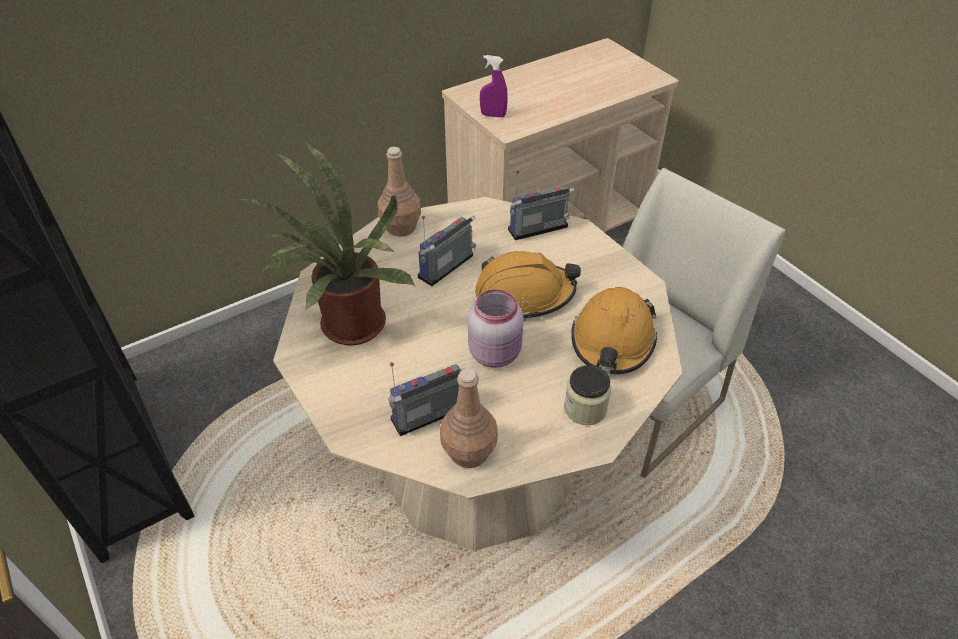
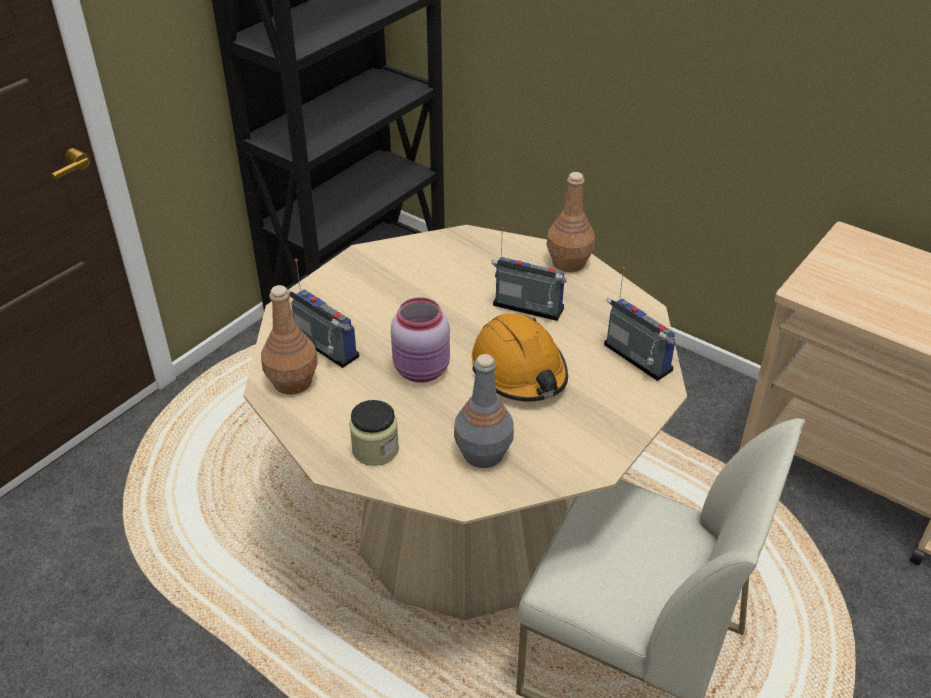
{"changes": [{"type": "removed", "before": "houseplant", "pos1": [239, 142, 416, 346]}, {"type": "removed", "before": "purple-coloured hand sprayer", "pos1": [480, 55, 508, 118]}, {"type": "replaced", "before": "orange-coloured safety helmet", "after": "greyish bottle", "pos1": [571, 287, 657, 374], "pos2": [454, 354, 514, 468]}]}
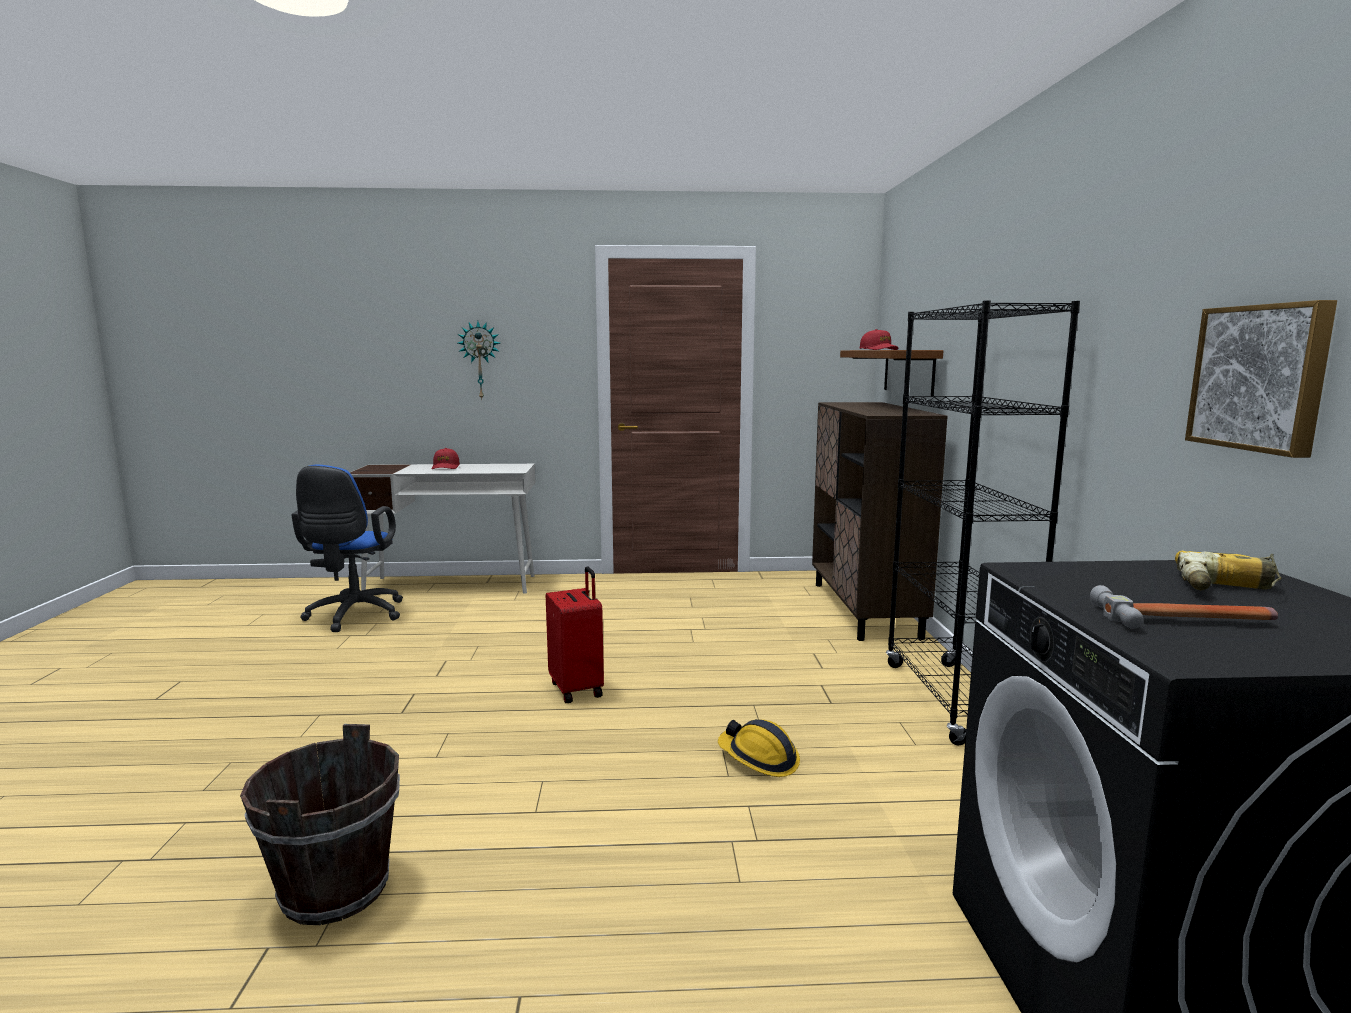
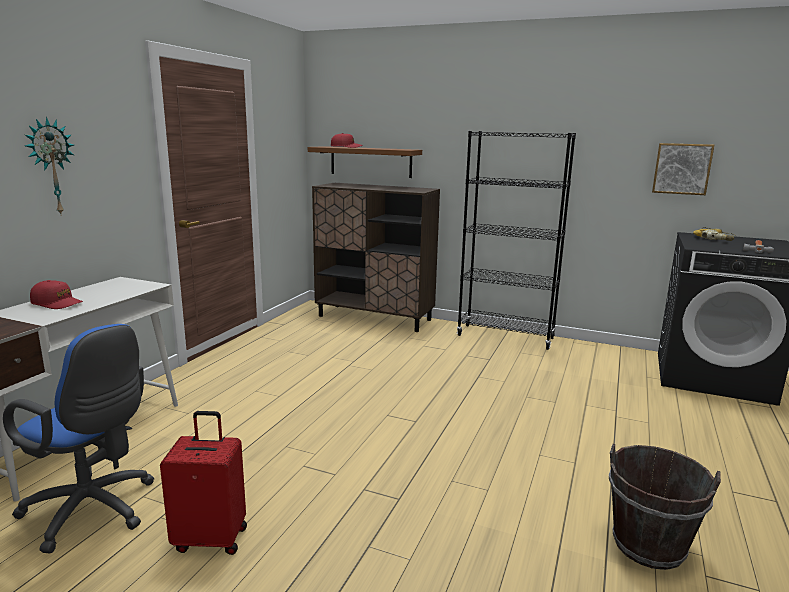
{"changes": [{"type": "removed", "before": "safety helmet", "pos1": [718, 719, 800, 777]}, {"type": "moved", "before": "reddish piece of luggage", "pos1": [546, 566, 604, 703], "pos2": [160, 411, 247, 555]}]}
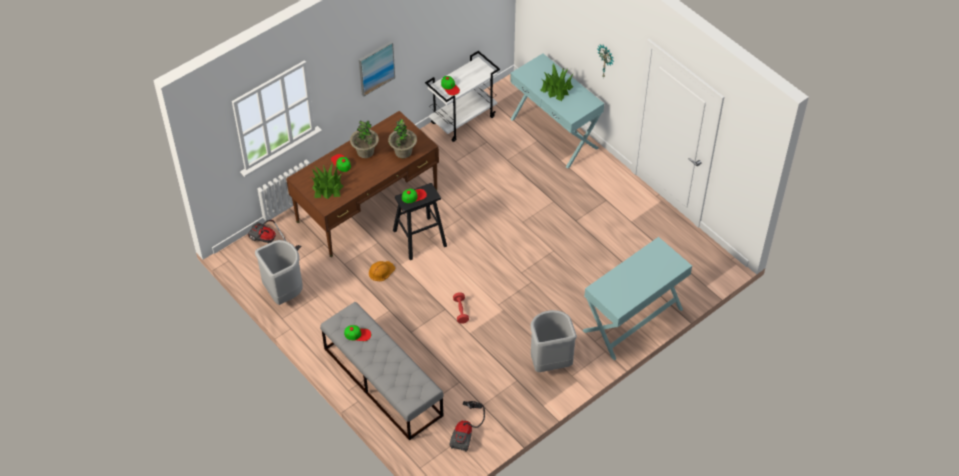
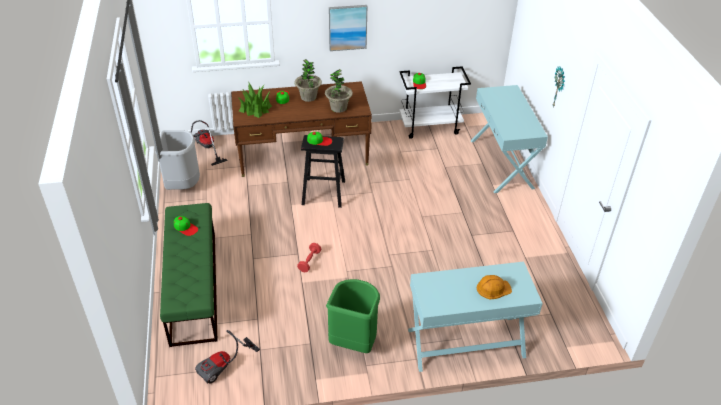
{"changes": [{"type": "removed", "before": "houseplant", "pos1": [540, 63, 573, 101]}, {"type": "moved", "before": "orange-coloured safety helmet", "pos1": [369, 261, 395, 281], "pos2": [477, 275, 512, 300]}, {"type": "recoloured", "before": "greyish long seat", "after": "green long seat", "pos1": [320, 302, 444, 440], "pos2": [160, 203, 218, 347]}, {"type": "recoloured", "before": "greyish rubbish bin", "after": "green rubbish bin", "pos1": [530, 310, 577, 372], "pos2": [326, 279, 380, 353]}]}
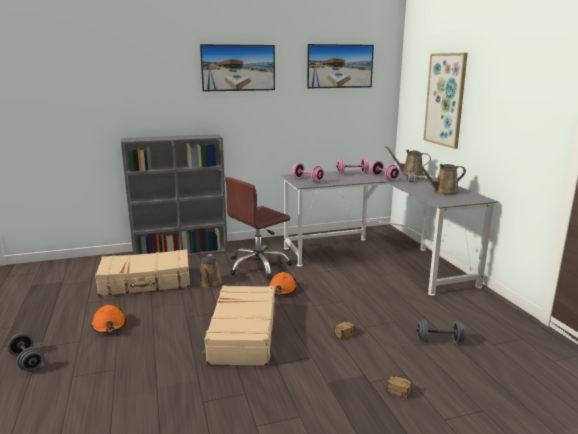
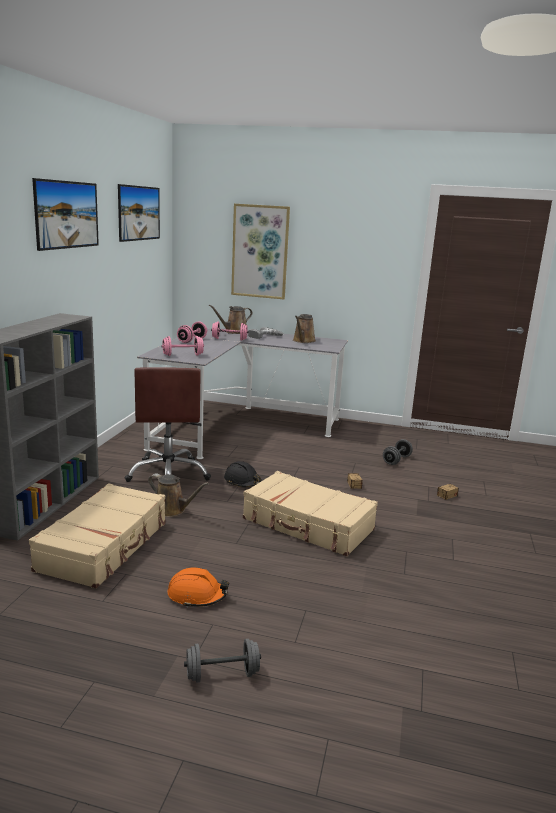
{"changes": [{"type": "recoloured", "before": "orange-coloured safety helmet", "after": "black-coloured safety helmet", "pos1": [268, 272, 297, 295], "pos2": [224, 461, 262, 487]}]}
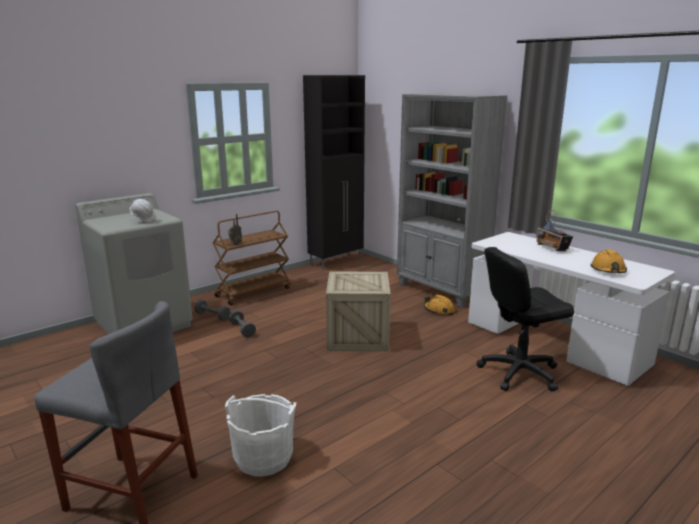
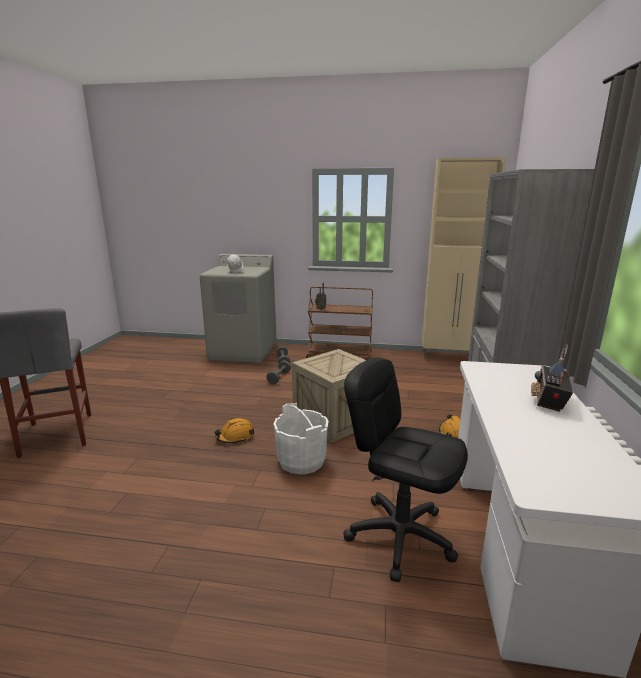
{"changes": [{"type": "moved", "before": "white-coloured bucket", "pos1": [225, 394, 296, 477], "pos2": [274, 403, 329, 475]}, {"type": "moved", "before": "orange-coloured safety helmet", "pos1": [590, 250, 627, 273], "pos2": [214, 418, 255, 443]}, {"type": "recoloured", "before": "black-coloured cupboard", "after": "sand-coloured cupboard", "pos1": [303, 75, 365, 270], "pos2": [422, 157, 506, 360]}]}
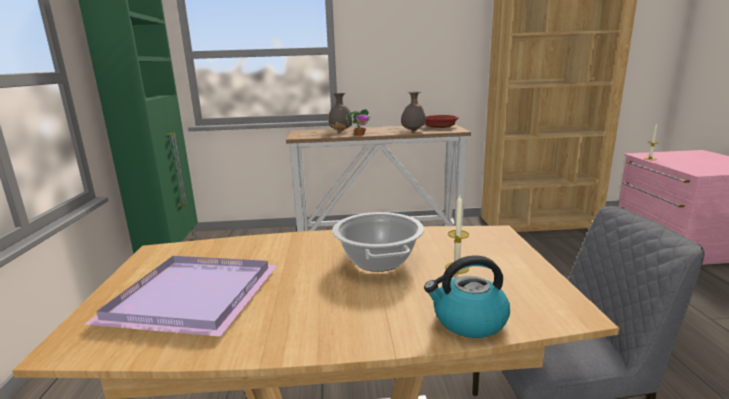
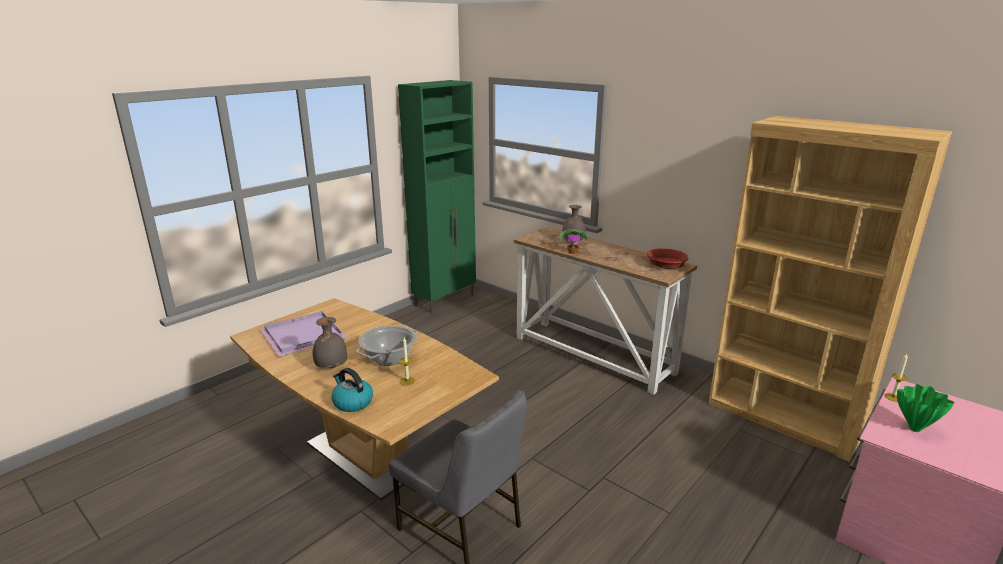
{"changes": [{"type": "added", "after": "green vase", "pos2": [897, 384, 955, 432]}, {"type": "moved", "before": "greyish vase", "pos1": [401, 92, 426, 131], "pos2": [312, 317, 347, 369]}]}
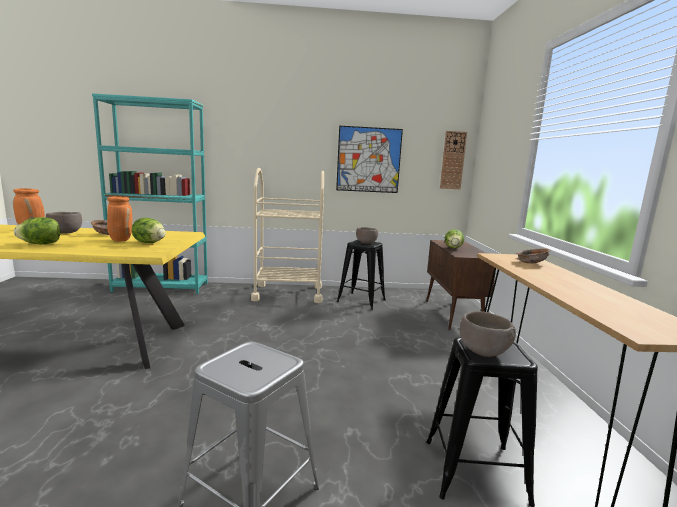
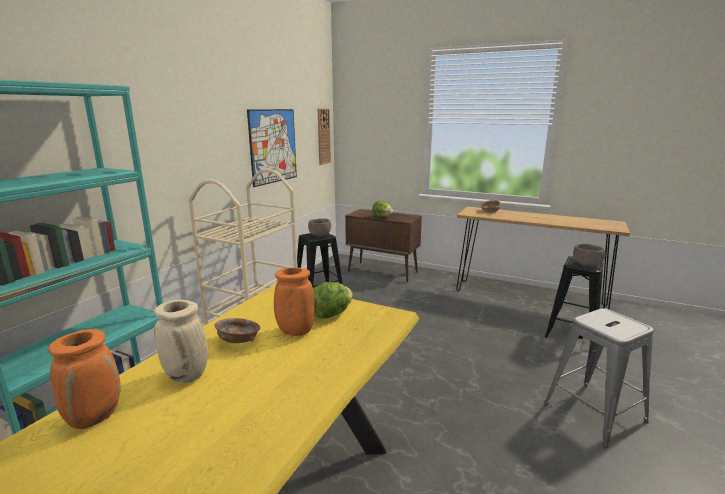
{"changes": [{"type": "removed", "before": "head of lettuce", "pos1": [14, 217, 60, 244]}, {"type": "replaced", "before": "brown-coloured bowl", "after": "sand-coloured vase", "pos1": [46, 212, 82, 234], "pos2": [154, 300, 208, 383]}]}
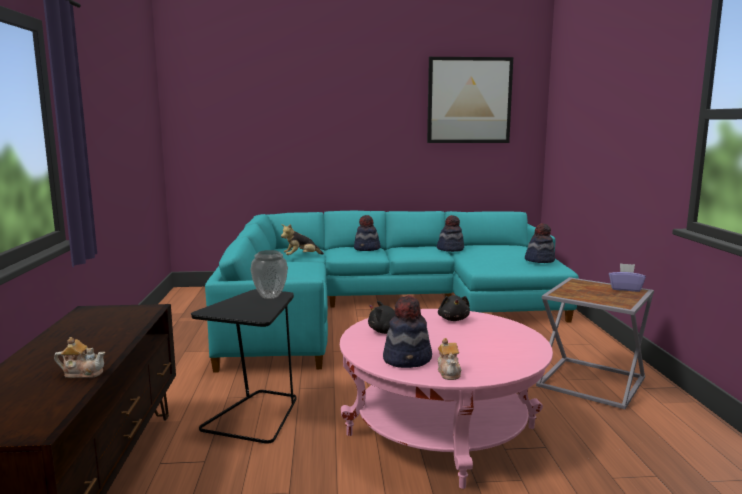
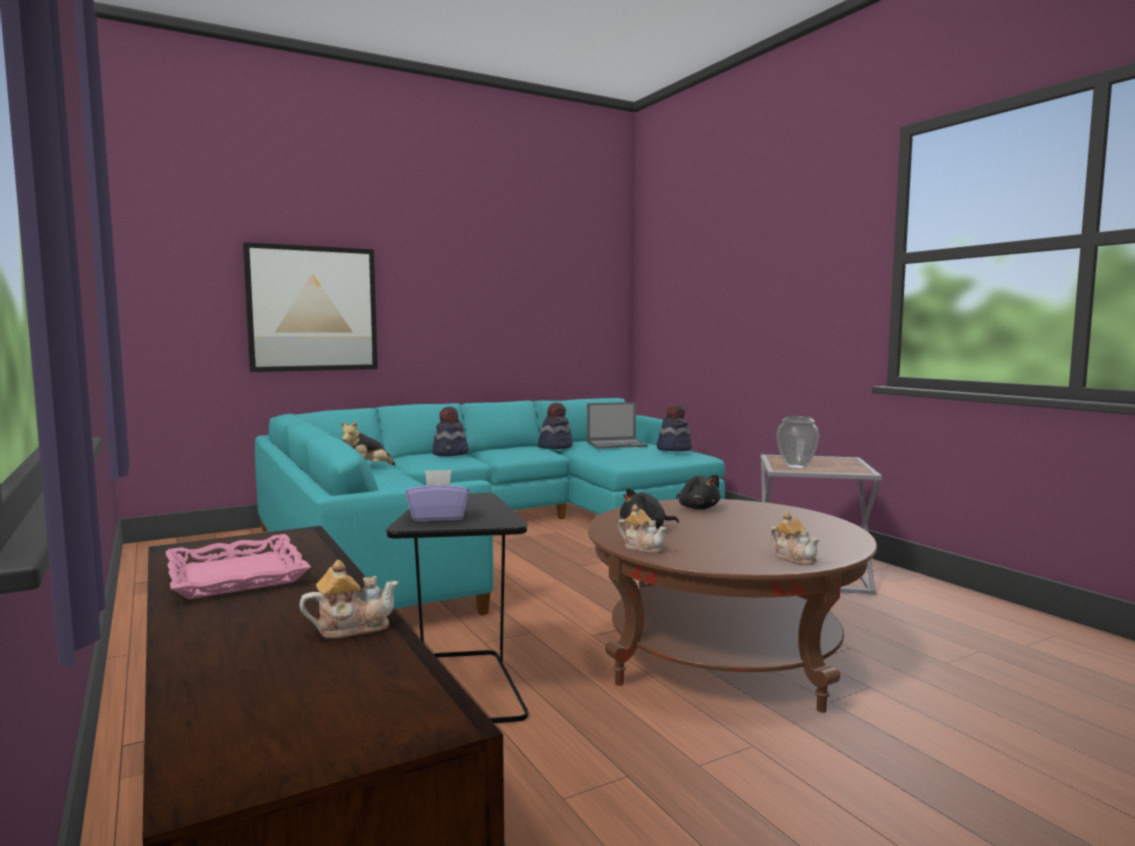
{"changes": [{"type": "removed", "before": "clothing hat", "pos1": [383, 295, 432, 368]}, {"type": "added", "after": "pinkish serving tray", "pos2": [166, 534, 311, 599]}, {"type": "added", "after": "laptop", "pos2": [587, 402, 648, 448]}, {"type": "added", "after": "teapot", "pos2": [618, 504, 667, 554]}, {"type": "moved", "before": "vase", "pos1": [250, 250, 288, 299], "pos2": [777, 416, 819, 469]}, {"type": "moved", "before": "picture", "pos1": [427, 57, 513, 143], "pos2": [243, 242, 378, 372]}, {"type": "moved", "before": "purple-coloured box of tissues", "pos1": [609, 263, 646, 292], "pos2": [406, 470, 469, 521]}, {"type": "recoloured", "before": "pinkish coffee table", "after": "brown-coloured coffee table", "pos1": [340, 309, 553, 489], "pos2": [588, 499, 877, 713]}]}
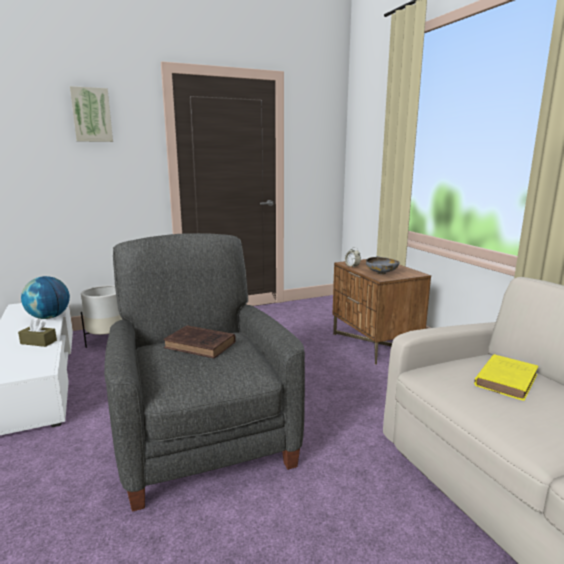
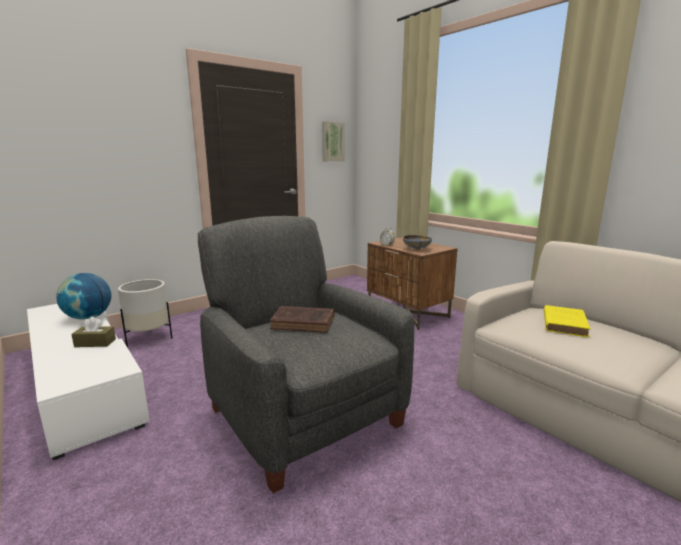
{"changes": [{"type": "moved", "before": "picture", "pos1": [70, 86, 113, 142], "pos2": [322, 121, 345, 162]}]}
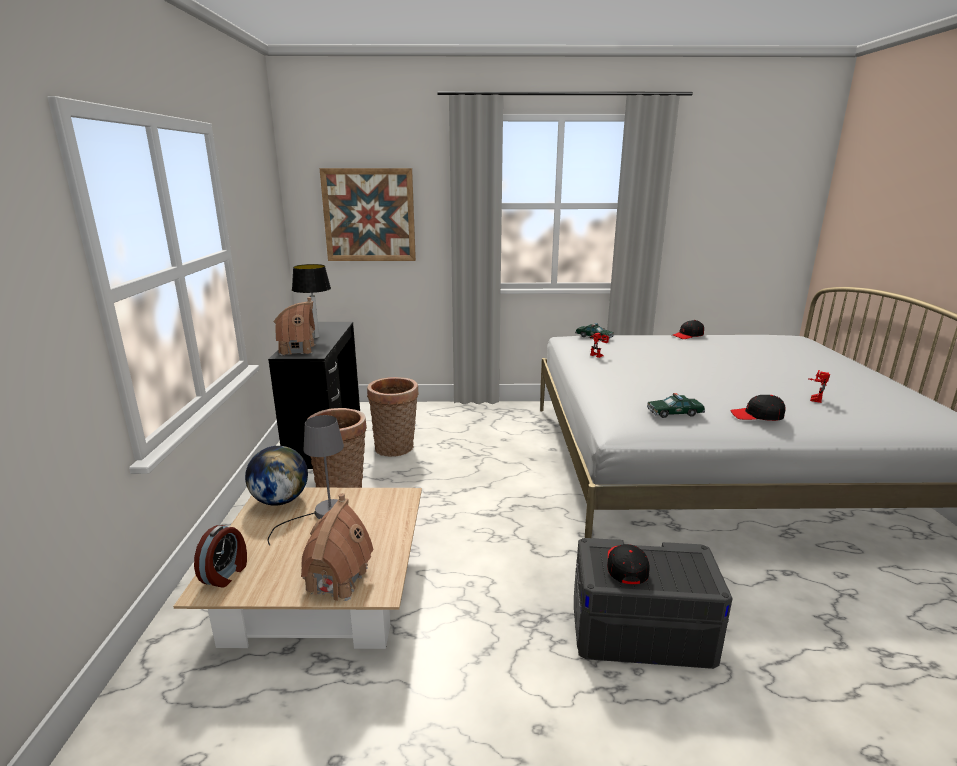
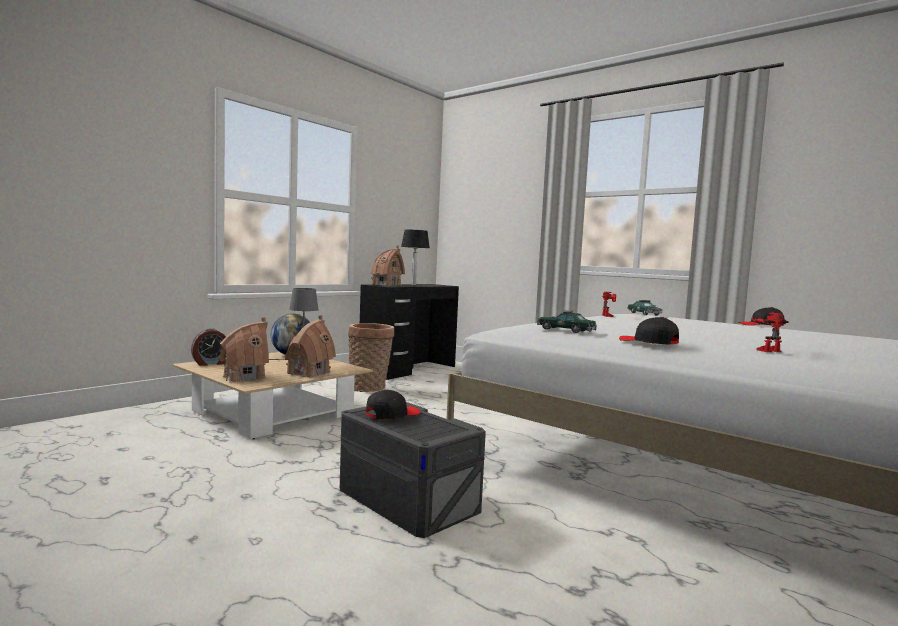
{"changes": [{"type": "removed", "before": "picture", "pos1": [320, 168, 416, 261]}, {"type": "removed", "before": "storage basket", "pos1": [367, 377, 419, 457]}, {"type": "added", "after": "toy house", "pos2": [285, 315, 336, 378]}]}
